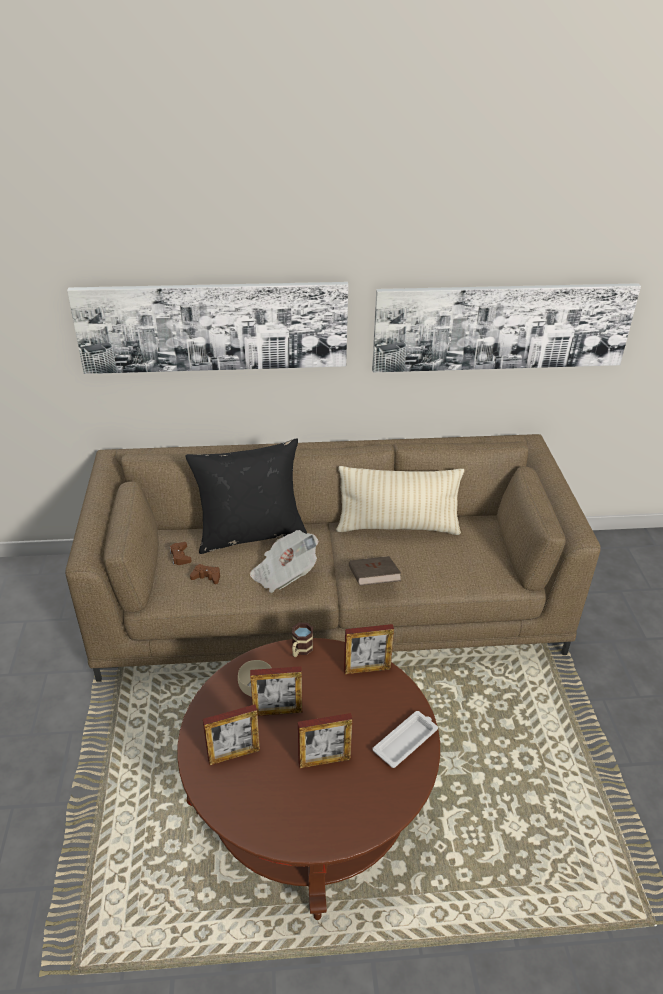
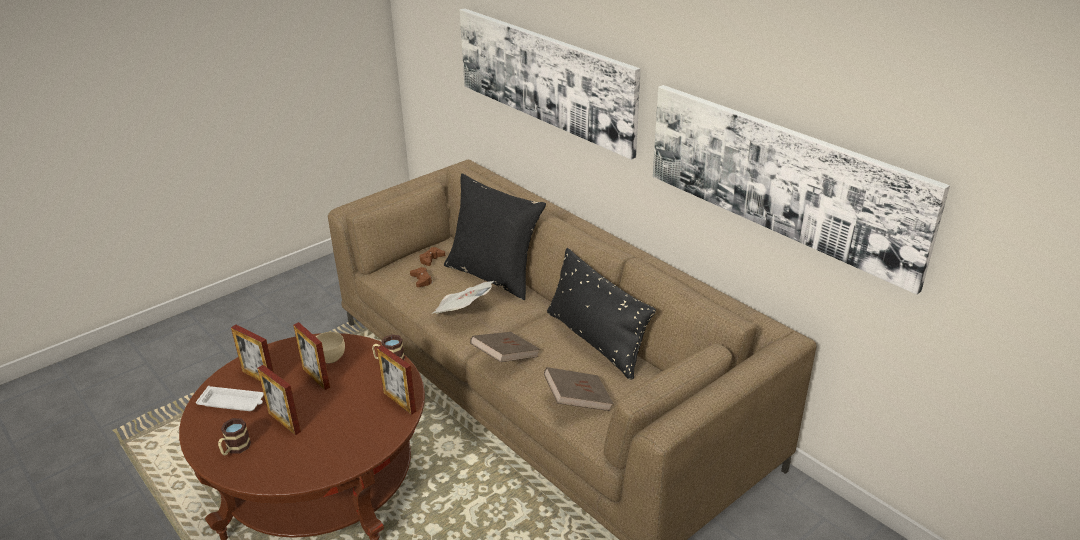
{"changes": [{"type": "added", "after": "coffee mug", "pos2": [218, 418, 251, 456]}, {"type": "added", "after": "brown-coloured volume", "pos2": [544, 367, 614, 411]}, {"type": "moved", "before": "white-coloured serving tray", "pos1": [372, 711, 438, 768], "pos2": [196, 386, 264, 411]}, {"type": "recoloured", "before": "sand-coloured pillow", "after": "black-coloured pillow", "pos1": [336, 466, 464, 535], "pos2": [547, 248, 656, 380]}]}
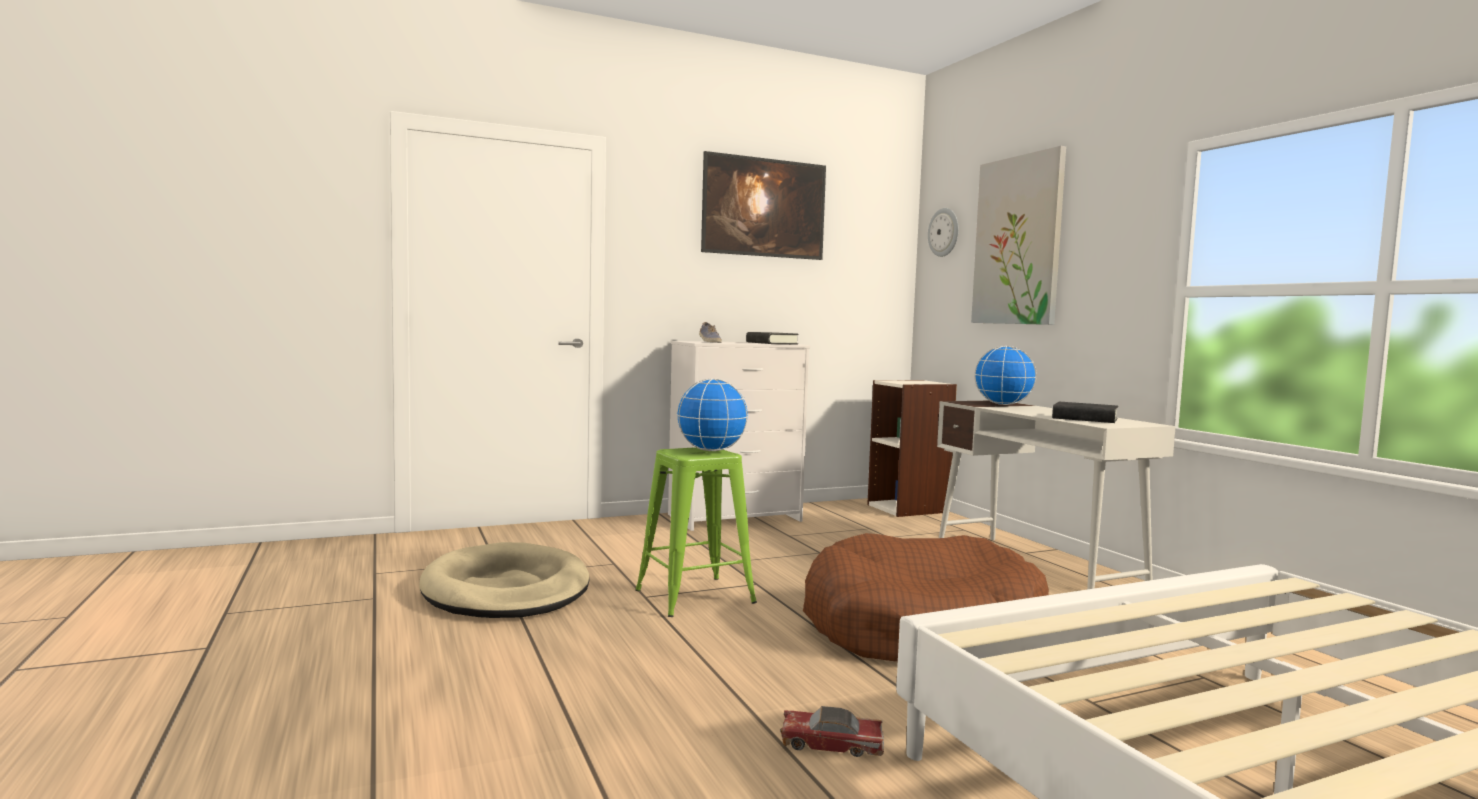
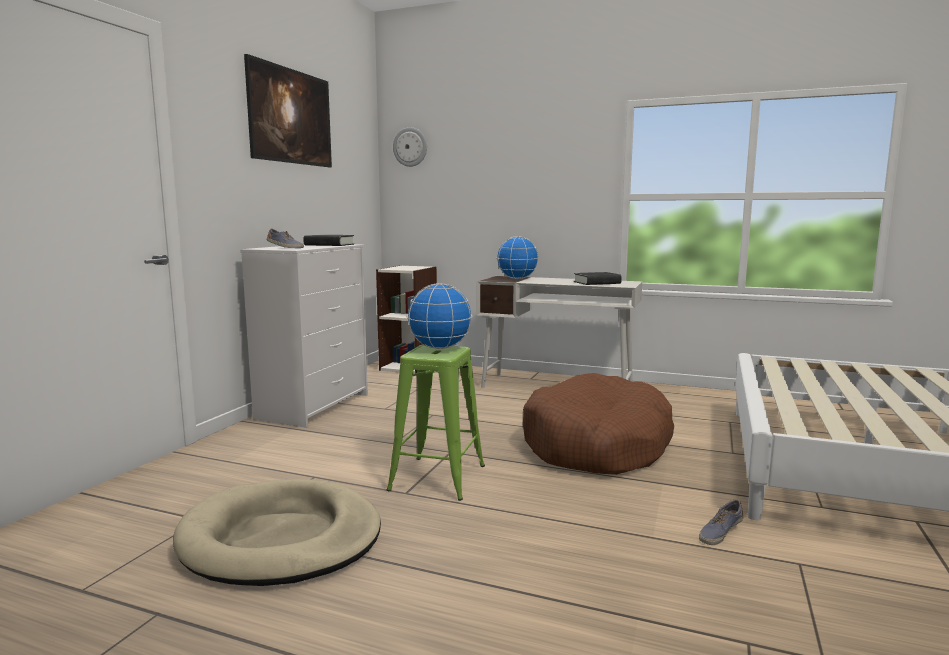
{"changes": [{"type": "removed", "before": "picture", "pos1": [971, 146, 1066, 325]}, {"type": "replaced", "before": "toy car", "after": "shoe", "pos1": [780, 706, 884, 757], "pos2": [699, 499, 743, 545]}]}
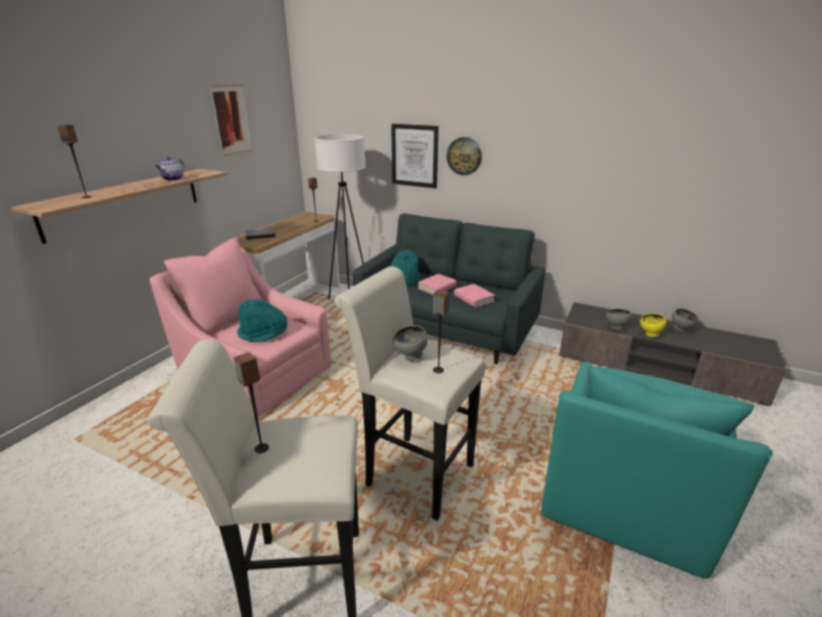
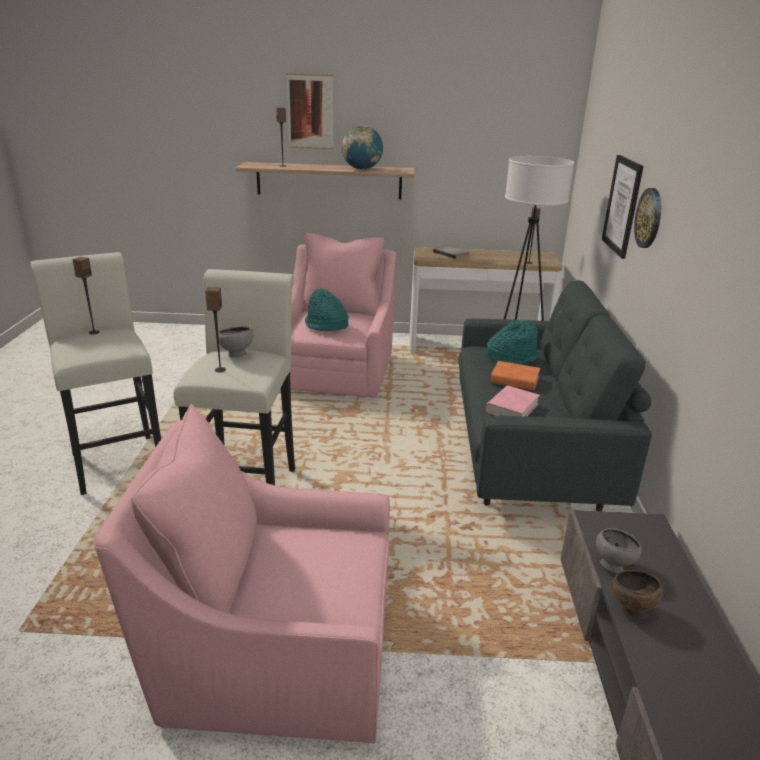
{"changes": [{"type": "removed", "before": "greyish bowl", "pos1": [672, 309, 698, 332]}, {"type": "moved", "before": "picture", "pos1": [210, 85, 252, 156], "pos2": [287, 73, 333, 149]}, {"type": "replaced", "before": "teapot", "after": "world globe", "pos1": [155, 157, 184, 181], "pos2": [342, 126, 383, 170]}, {"type": "recoloured", "before": "pinkish volume", "after": "orange-coloured volume", "pos1": [418, 274, 456, 295], "pos2": [490, 361, 540, 391]}, {"type": "recoloured", "before": "turquoise lounge chair", "after": "pinkish lounge chair", "pos1": [541, 362, 773, 579], "pos2": [93, 404, 390, 743]}, {"type": "recoloured", "before": "yellow bowl", "after": "brown-coloured bowl", "pos1": [640, 313, 666, 337], "pos2": [612, 570, 663, 619]}]}
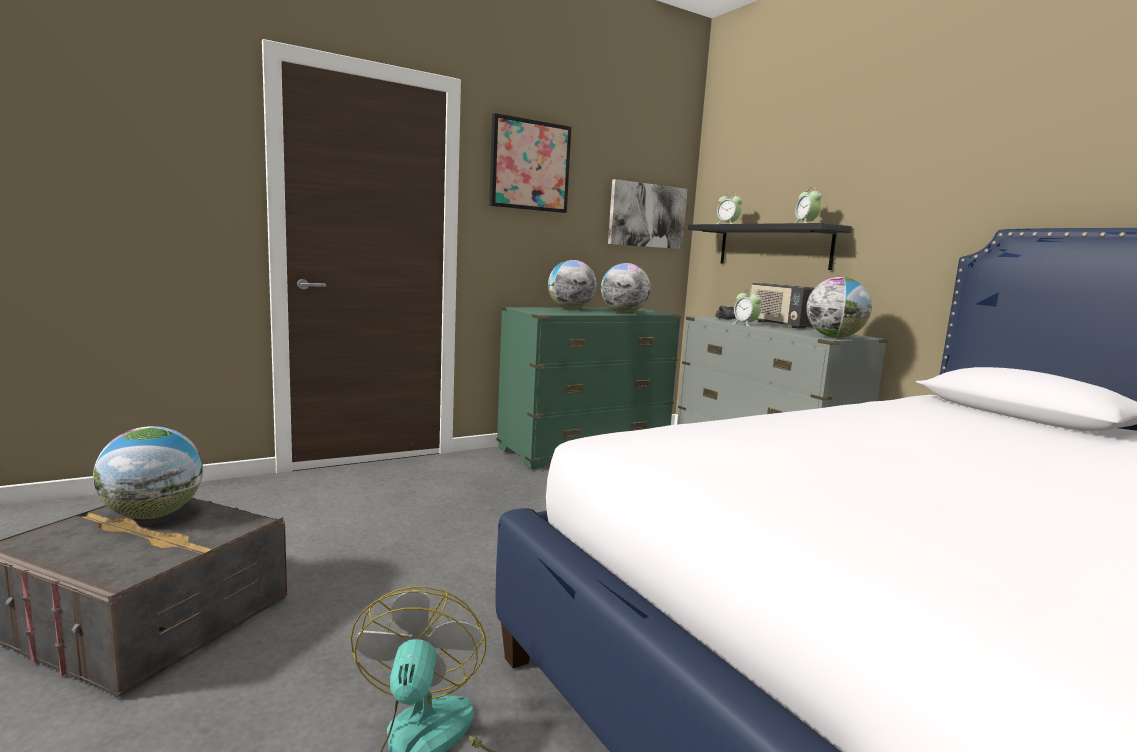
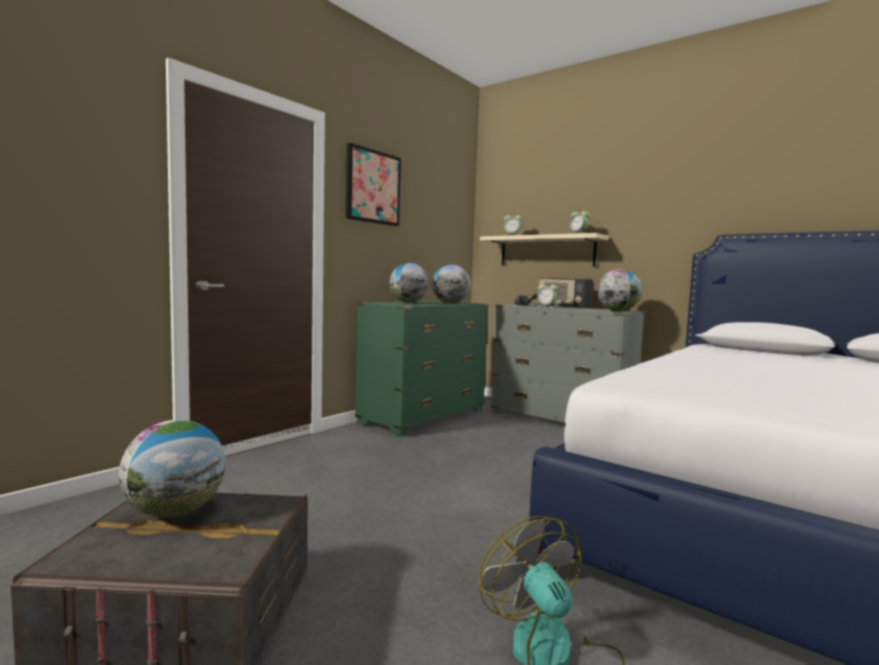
{"changes": [{"type": "removed", "before": "picture", "pos1": [608, 179, 688, 249]}, {"type": "recoloured", "before": "black-coloured bracket shelf", "after": "sand-coloured bracket shelf", "pos1": [688, 223, 852, 270], "pos2": [480, 233, 608, 267]}]}
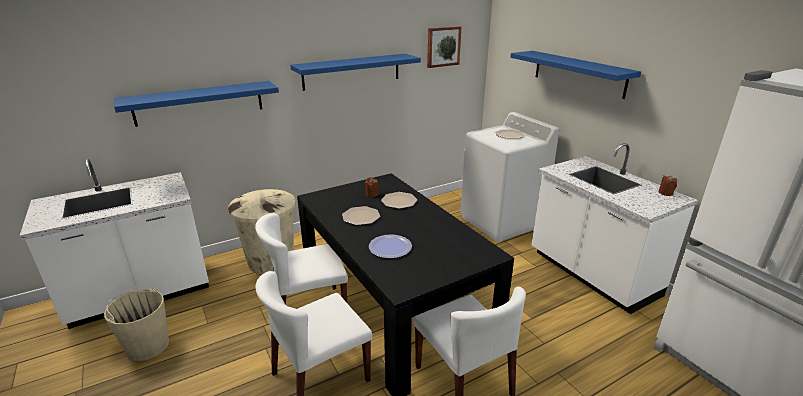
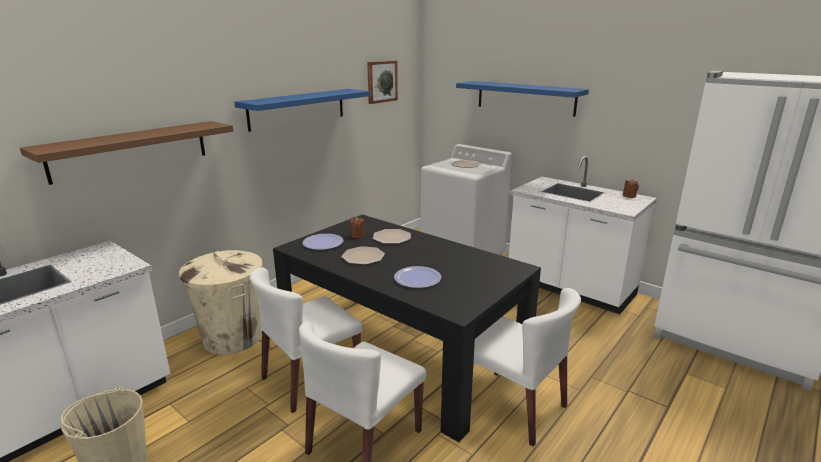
{"changes": [{"type": "added", "after": "dinner plate", "pos2": [302, 234, 343, 250]}, {"type": "recoloured", "before": "blue bracket shelf", "after": "brown-coloured bracket shelf", "pos1": [114, 81, 279, 127], "pos2": [20, 121, 233, 185]}]}
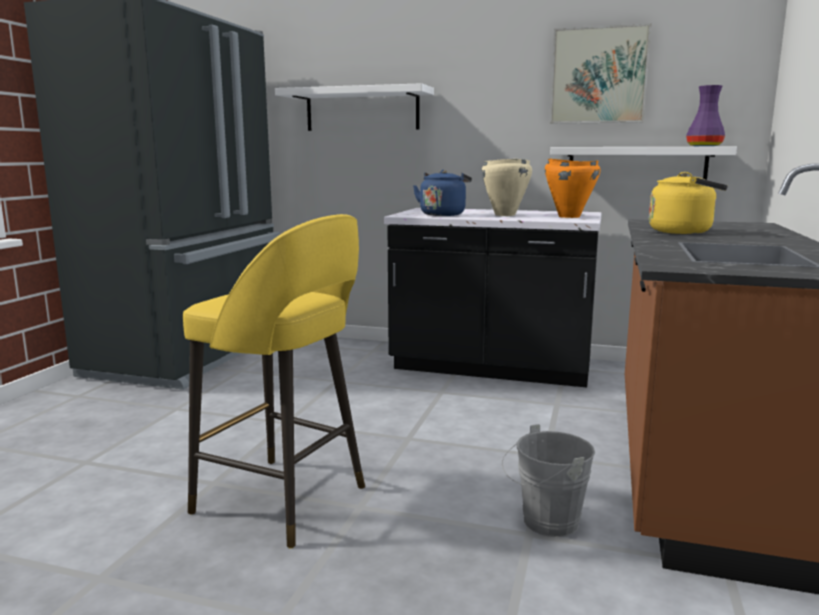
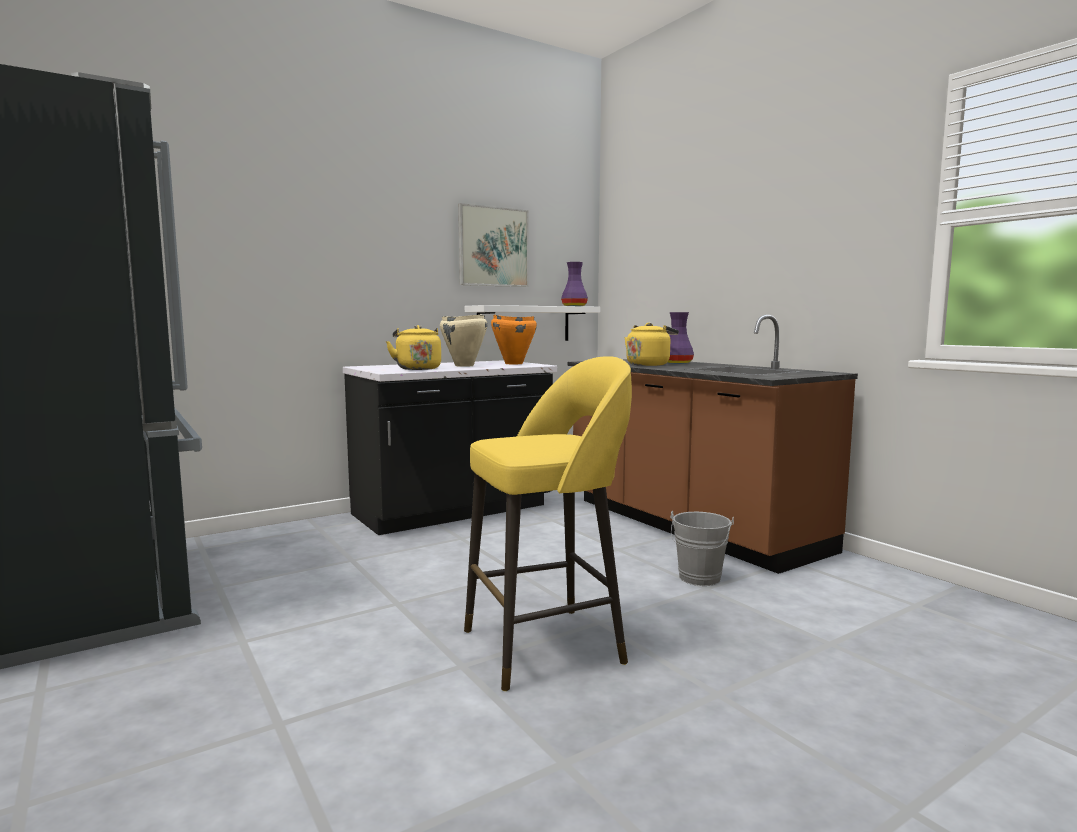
{"changes": [{"type": "removed", "before": "white-coloured bracket shelf", "pos1": [275, 83, 434, 131]}, {"type": "added", "after": "purple-coloured vase", "pos2": [667, 312, 694, 364]}, {"type": "recoloured", "before": "blue water kettle", "after": "yellow water kettle", "pos1": [413, 170, 472, 216], "pos2": [386, 325, 441, 370]}]}
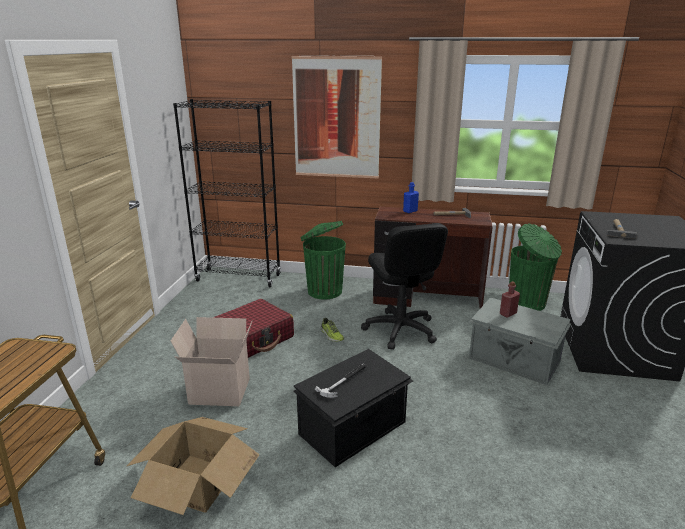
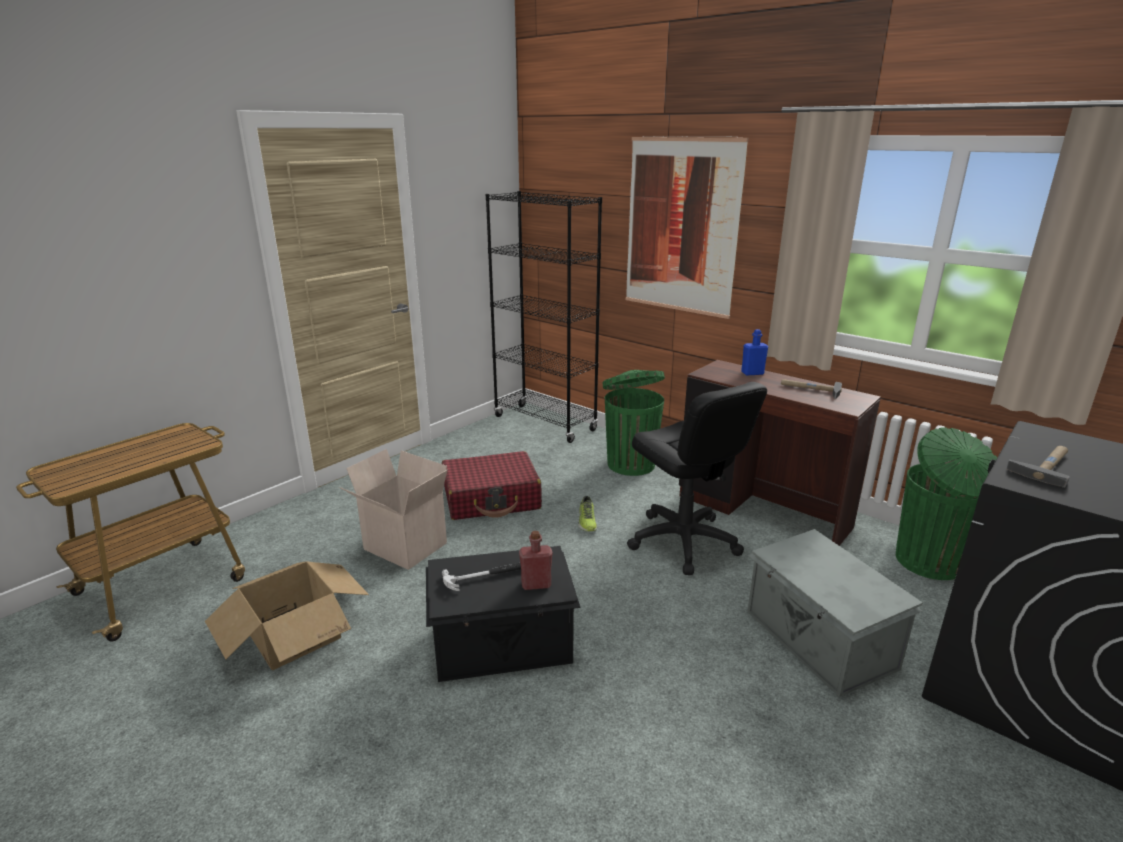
{"changes": [{"type": "moved", "before": "reddish bottle", "pos1": [500, 281, 520, 318], "pos2": [519, 531, 553, 590]}, {"type": "turned", "before": "black-coloured desk chair", "pos1": [361, 223, 448, 350], "pos2": [627, 382, 767, 575], "turn": -45}]}
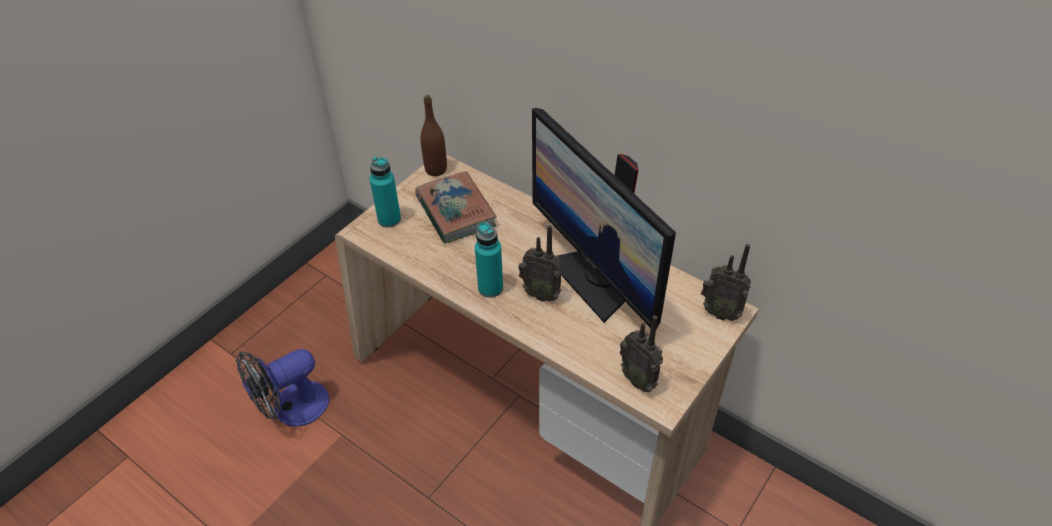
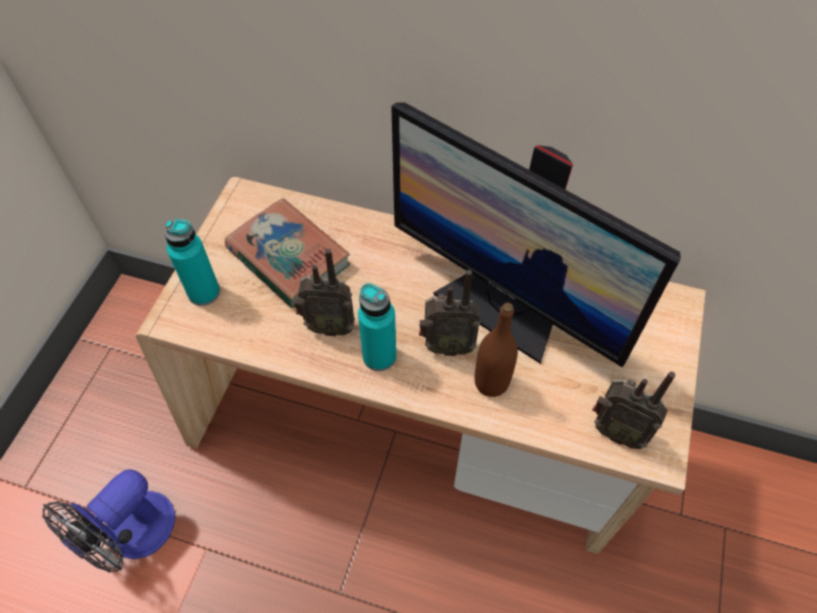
{"changes": [{"type": "moved", "before": "brown-coloured bottle", "pos1": [421, 95, 447, 176], "pos2": [475, 303, 518, 397]}, {"type": "moved", "before": "radio receiver", "pos1": [701, 244, 751, 321], "pos2": [294, 249, 355, 336]}]}
